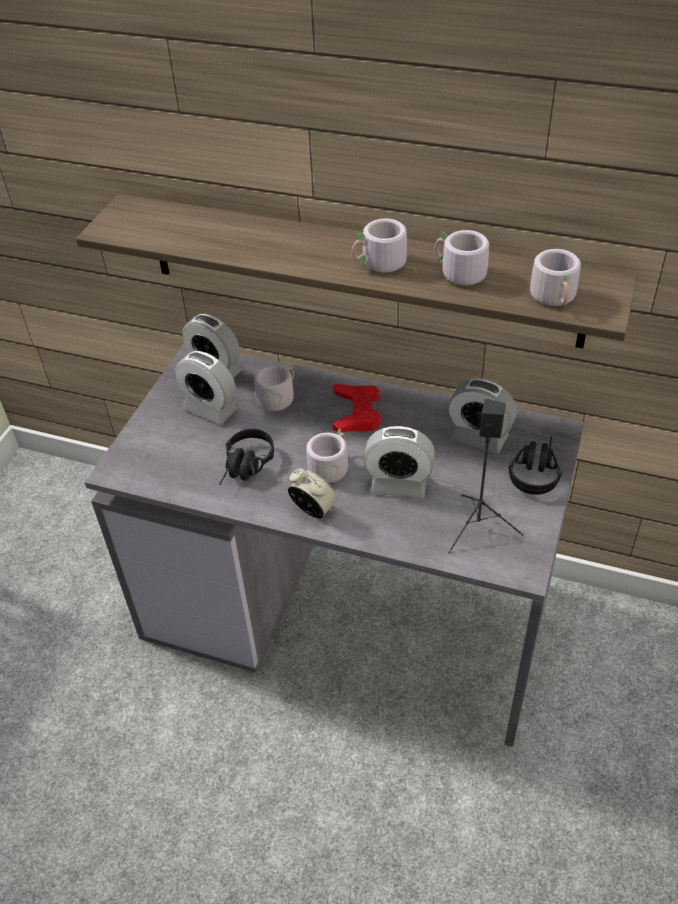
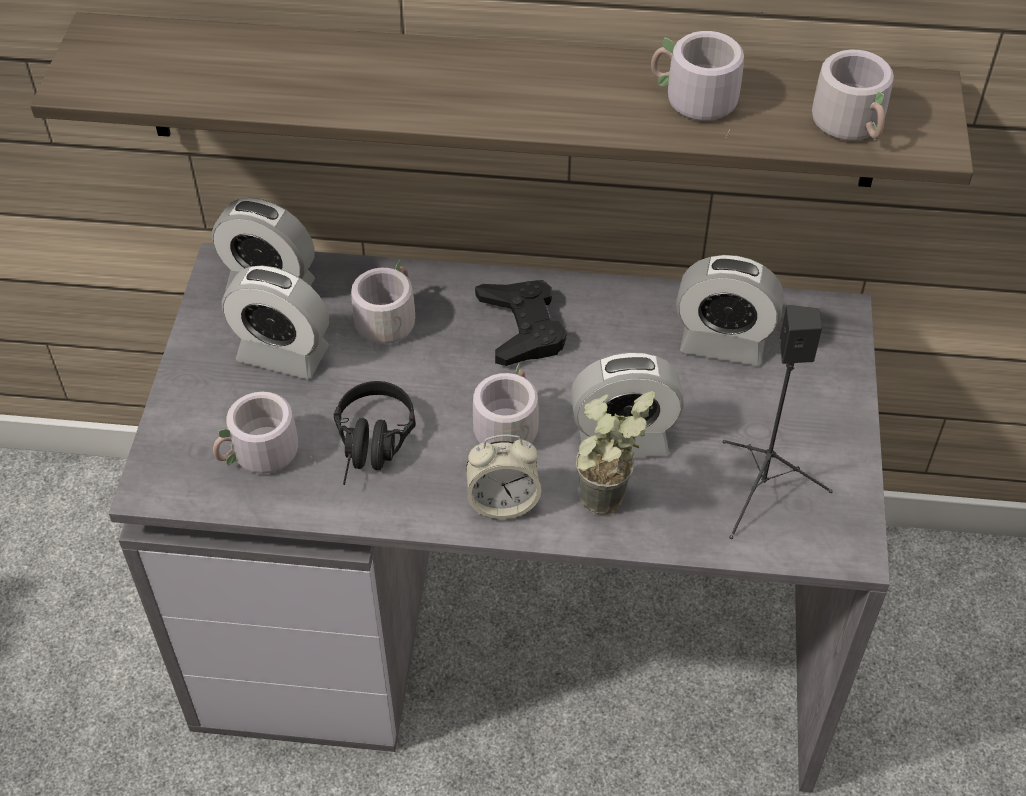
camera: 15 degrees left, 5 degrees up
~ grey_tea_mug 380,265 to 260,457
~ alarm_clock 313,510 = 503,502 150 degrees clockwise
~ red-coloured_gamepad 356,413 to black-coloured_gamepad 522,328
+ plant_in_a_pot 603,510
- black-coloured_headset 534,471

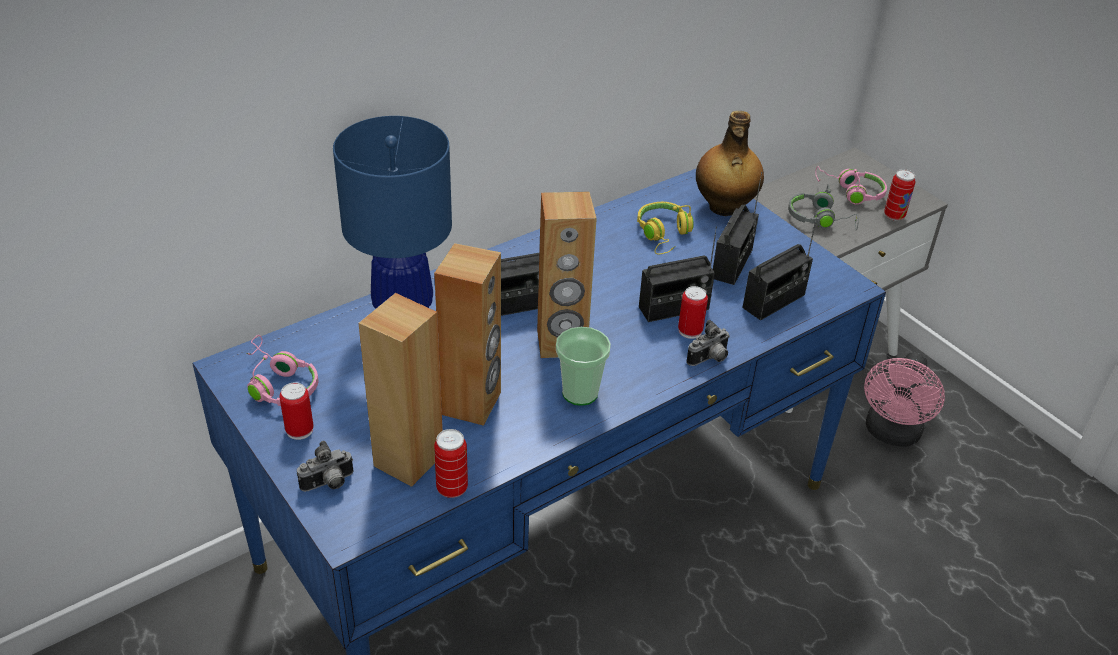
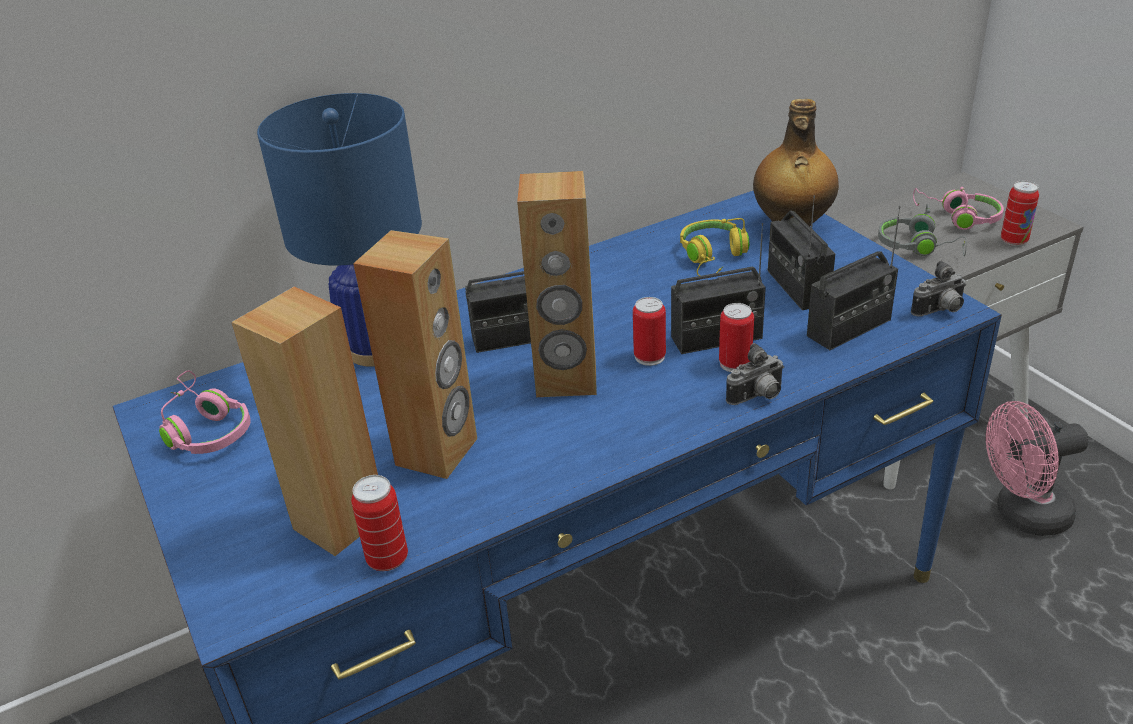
camera: 10 degrees right, 5 degrees down
~ metal_can 299,430 to 649,356
~ radio 732,264 = 797,287 135 degrees clockwise
~ still_camera 329,484 to 940,311
~ pink-coloured_electric_fan 891,434 = 1022,515 45 degrees clockwise
- drinking_cup 580,393

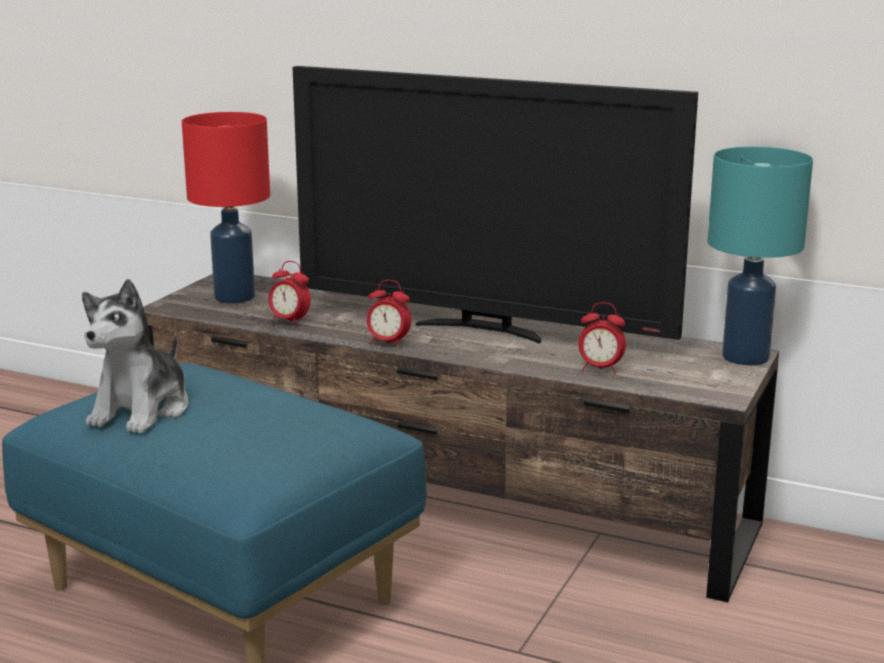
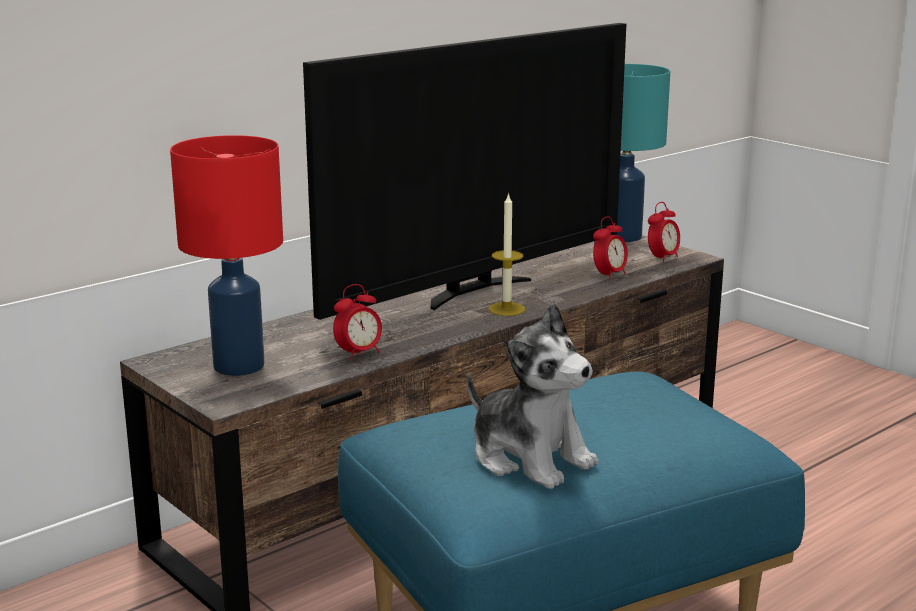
camera: 65 degrees left, 0 degrees up
+ candle 506,309
~ alarm_clock 388,343 to 662,258

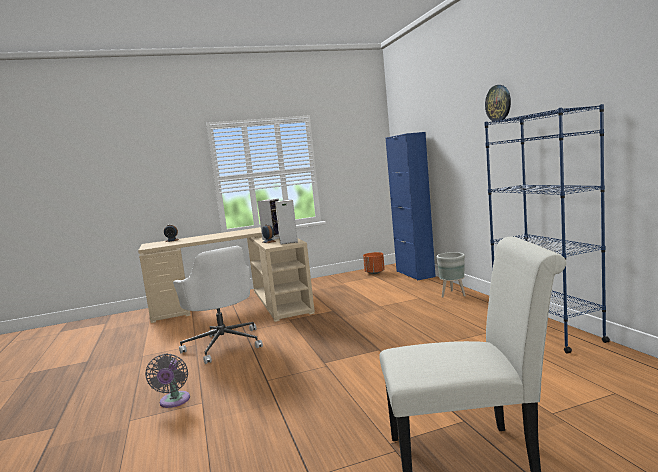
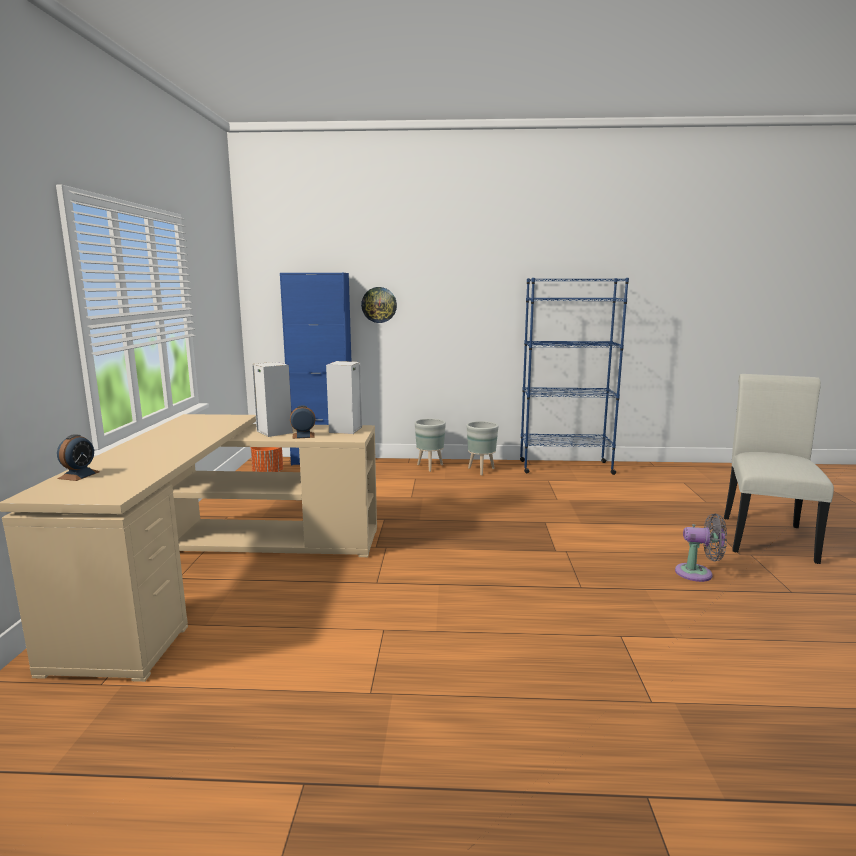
camera: 70 degrees left, 5 degrees up
~ clock_on_the_wall 498,103 to 379,305
+ grey_planter 481,470
~ grey_electric_fan 174,402 to 698,573
- whitish_computer_chair 224,344

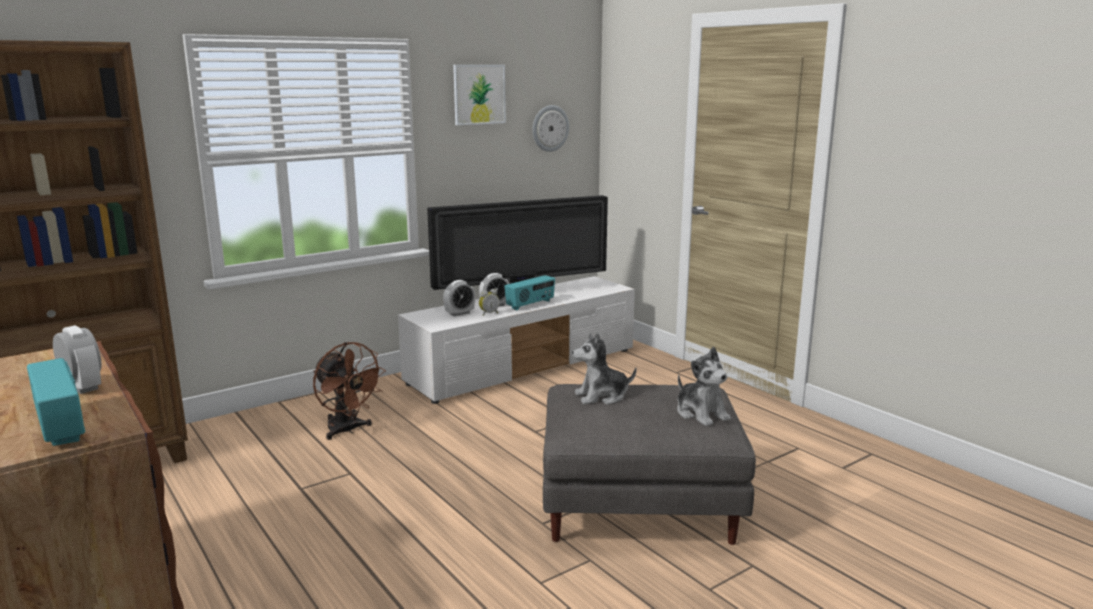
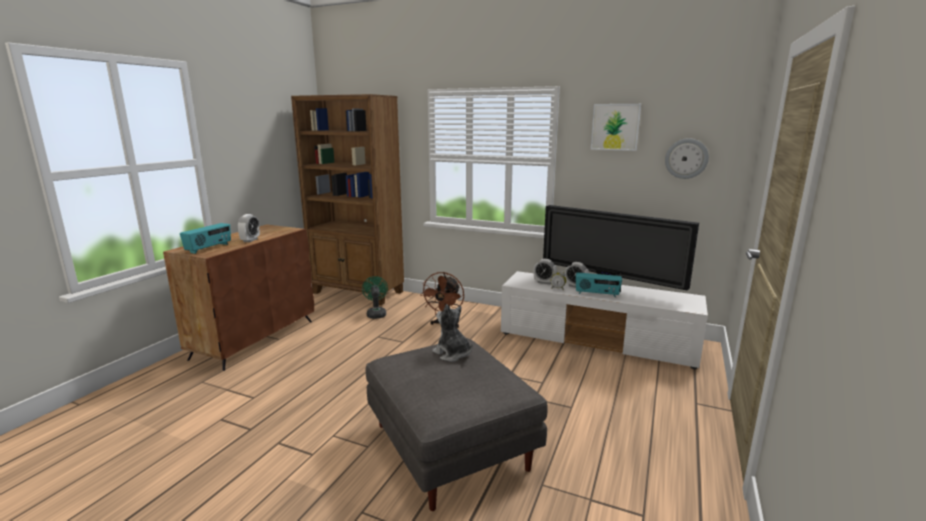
camera: 60 degrees right, 0 degrees up
+ green-coloured_electric_fan 376,314
- soft_toy 701,413

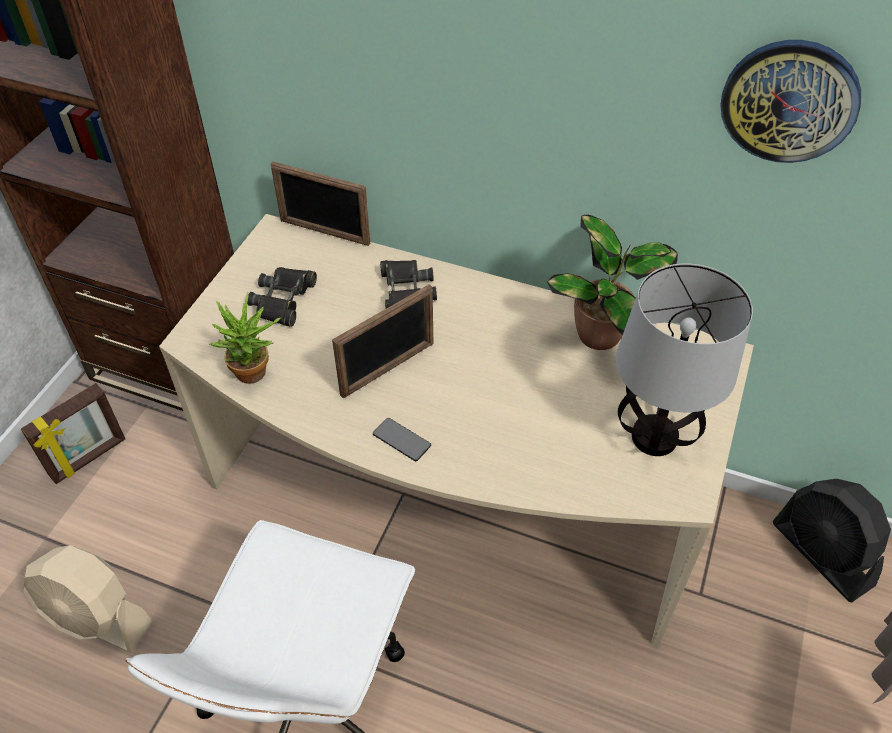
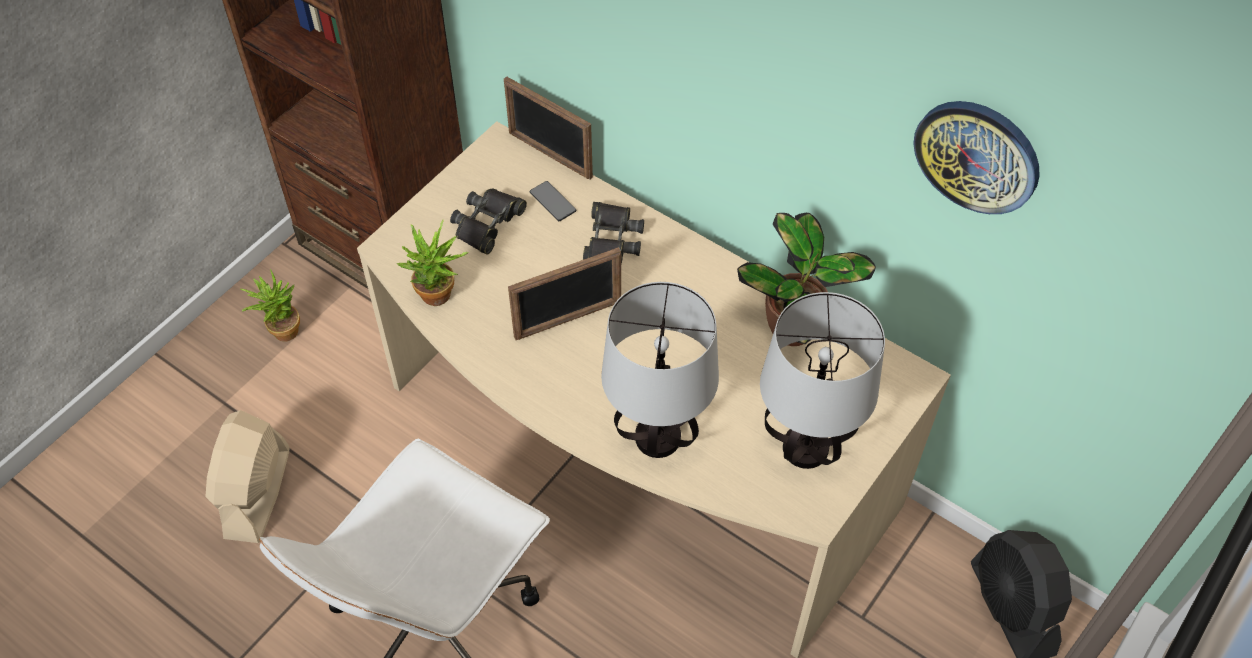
camera: 15 degrees right, 5 degrees up
~ beige-coloured_electric_fan 97,618 = 257,493 60 degrees clockwise
~ standing_frame 89,458 to plant_in_a_pot 281,330
~ handset 401,440 to 552,202
+ tabletop_lamp 656,438

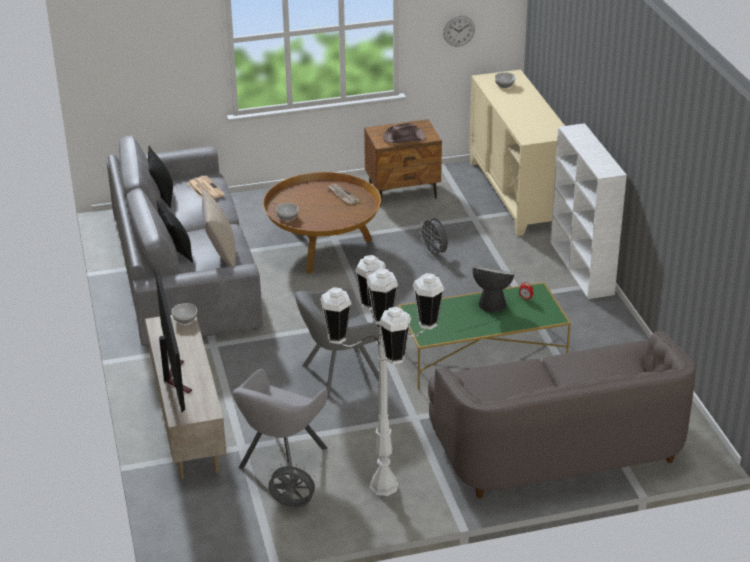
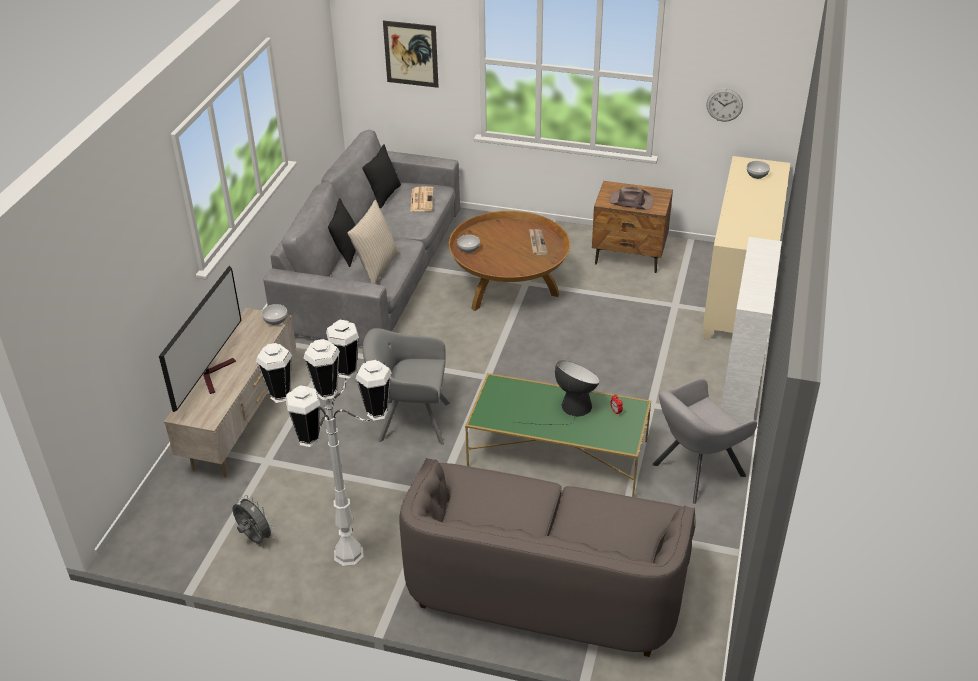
camera: 30 degrees right, 5 degrees up
+ picture 411,54
~ grey_easy_chair 281,460 to 695,472
- grey_electric_fan 434,253

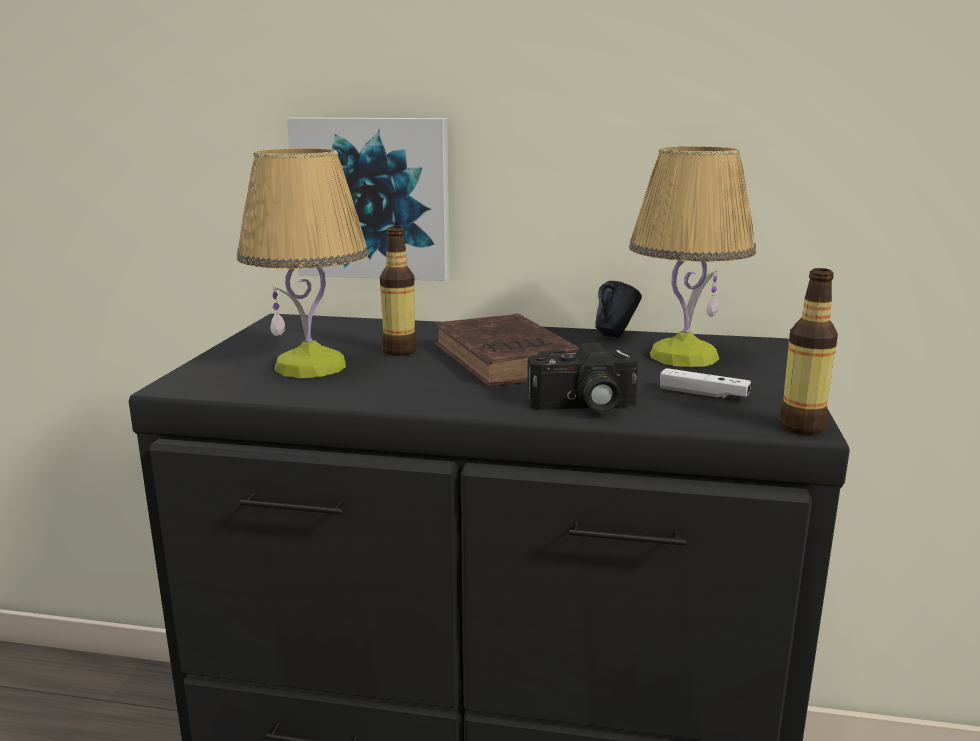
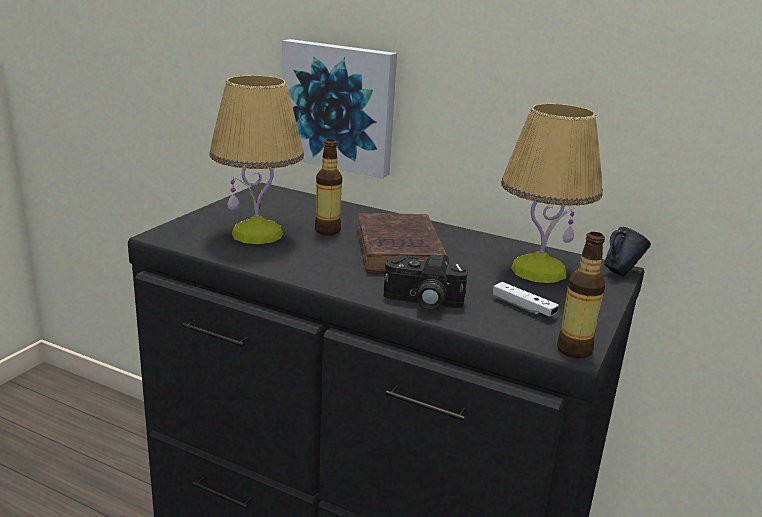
camera: 15 degrees right, 5 degrees up
~ blue-coloured_tea_mug 613,334 to 620,272

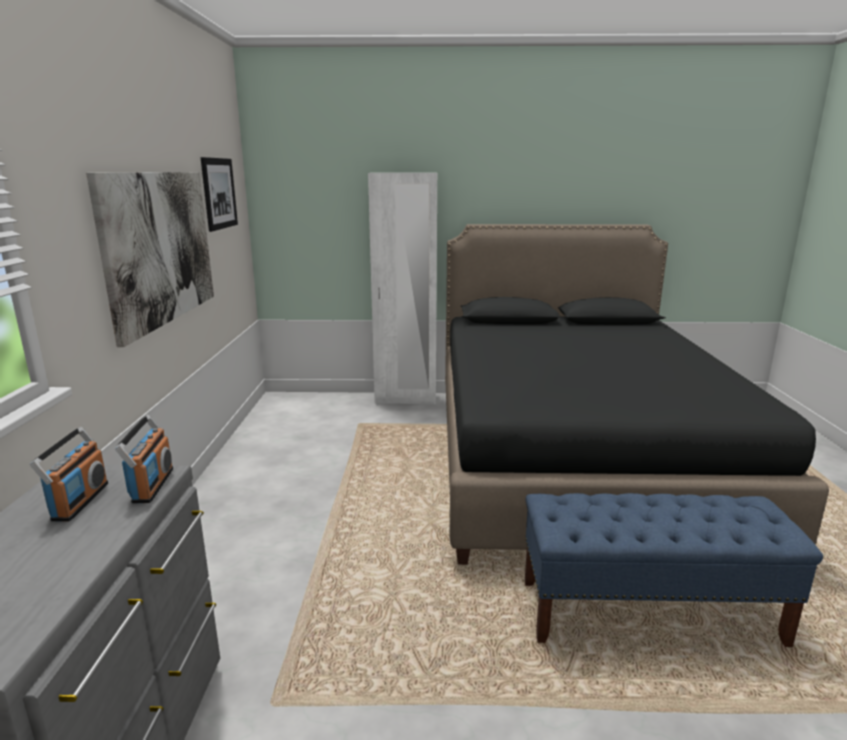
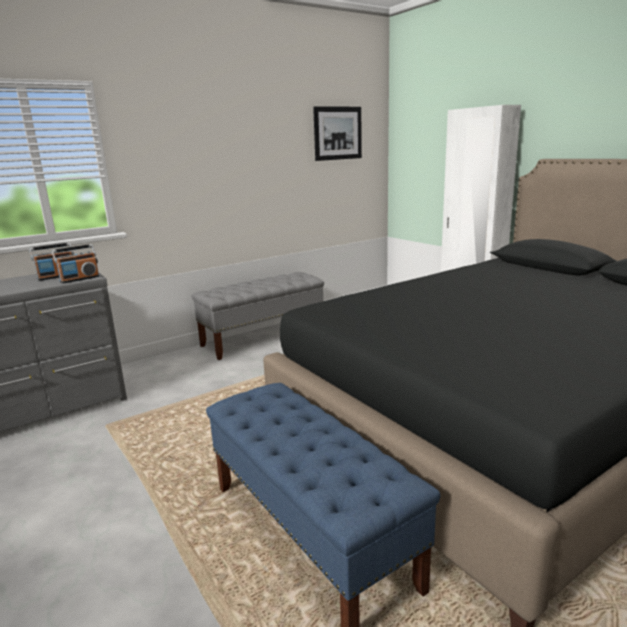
camera: 55 degrees right, 0 degrees up
+ grey_indoor_bench 263,337
- picture 160,247

